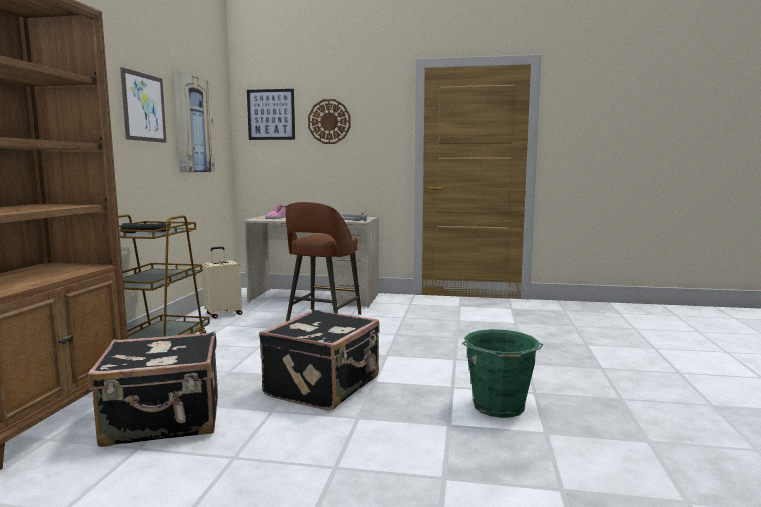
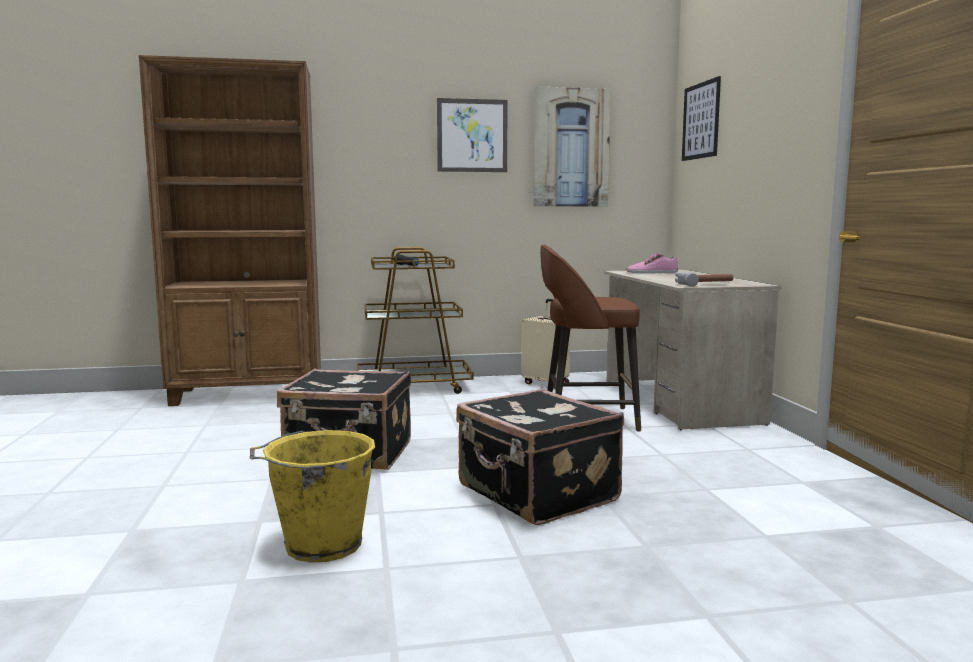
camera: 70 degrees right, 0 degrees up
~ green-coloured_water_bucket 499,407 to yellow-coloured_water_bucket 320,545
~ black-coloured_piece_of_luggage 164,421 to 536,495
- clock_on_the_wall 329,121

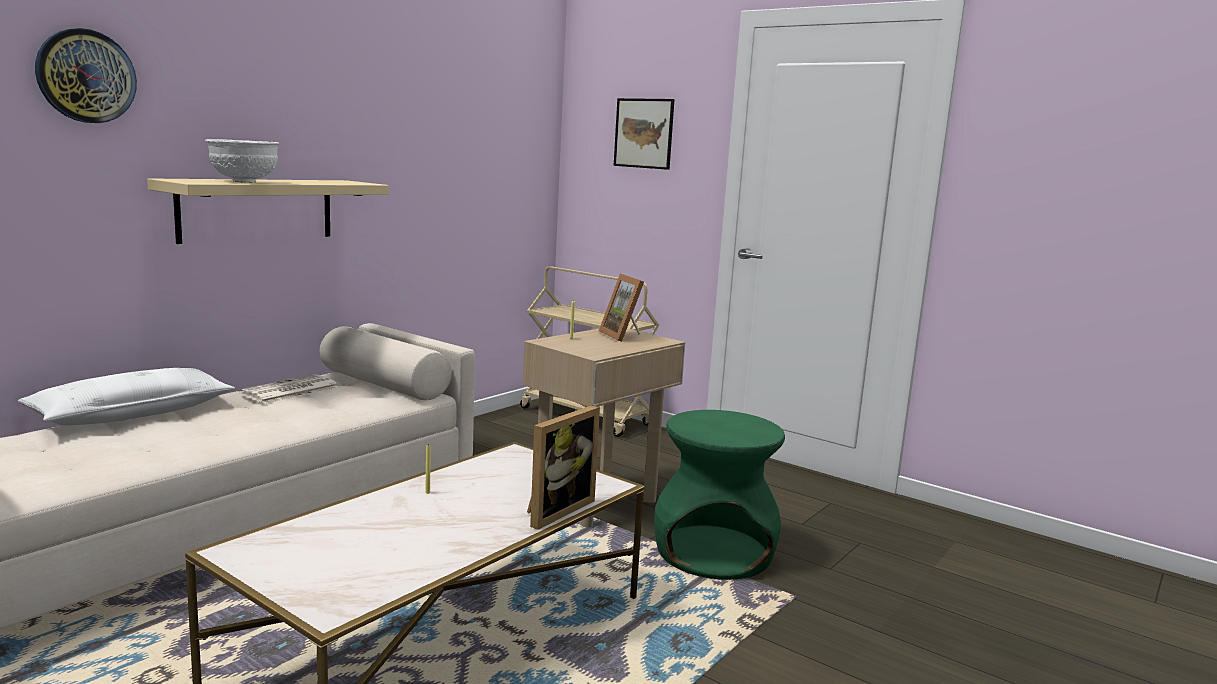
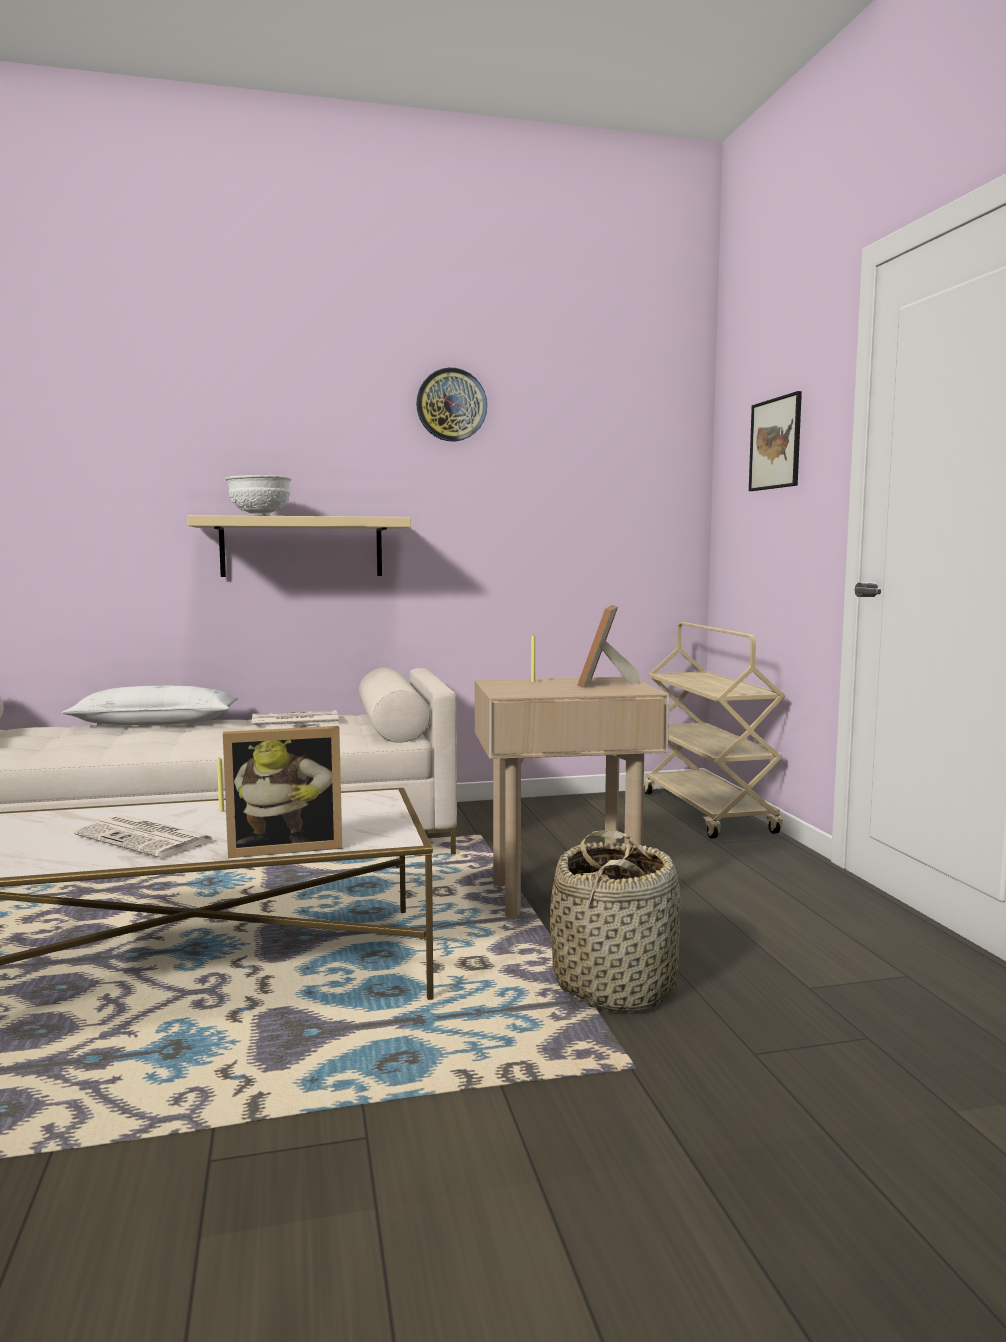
camera: 40 degrees right, 5 degrees down
+ daily_paper 147,838
~ clock_on_the_wall 86,76 to 451,405
~ green-coloured_sitting_stool 714,553 to household_basket 615,984

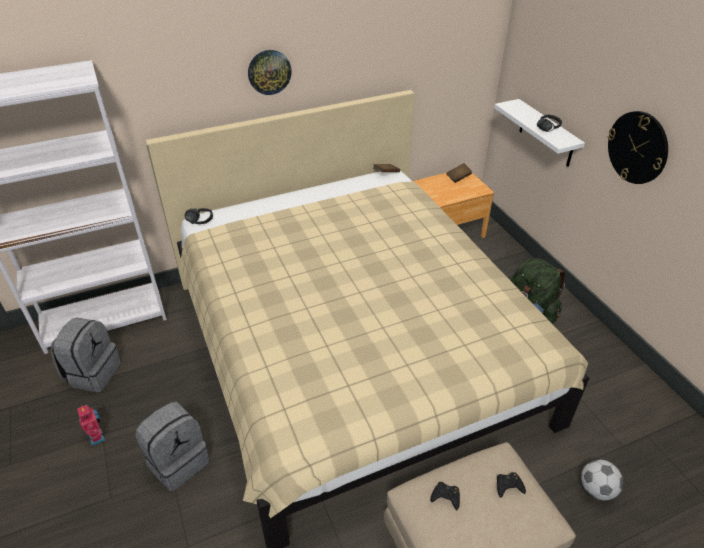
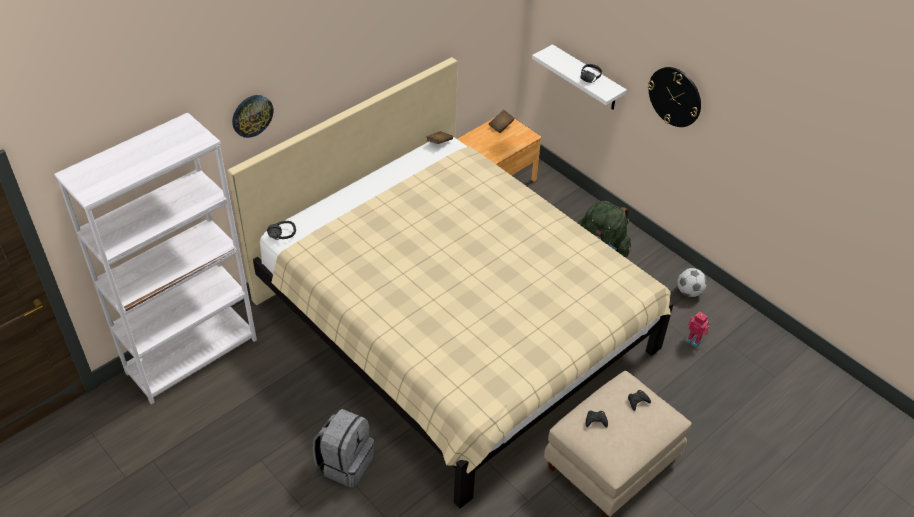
camera: 20 degrees left, 5 degrees up
~ clock_on_the_wall 269,72 to 252,115
~ football 596,489 to 689,292
~ model_robot 98,437 to 694,340
- grey_backpack 93,373

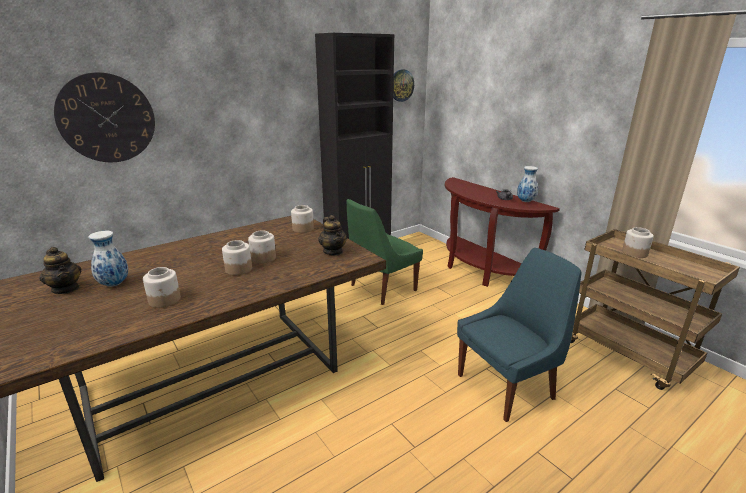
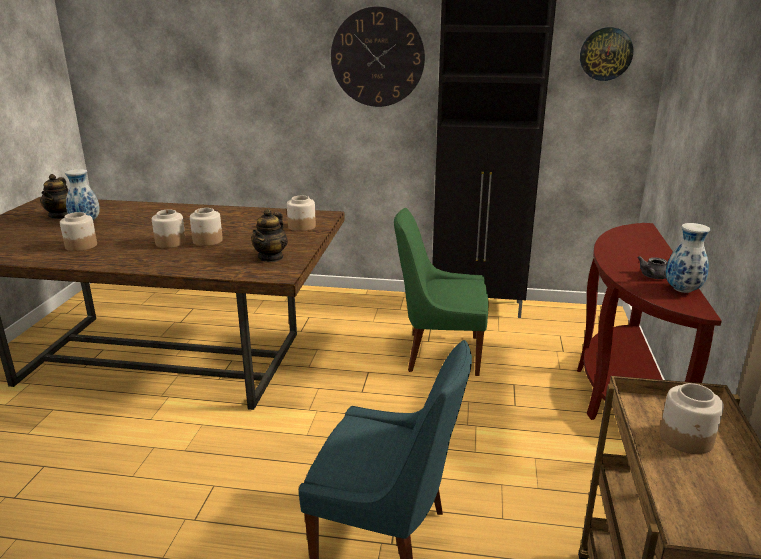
camera: 45 degrees right, 0 degrees up
~ clock_on_the_wall 107,118 to 377,57

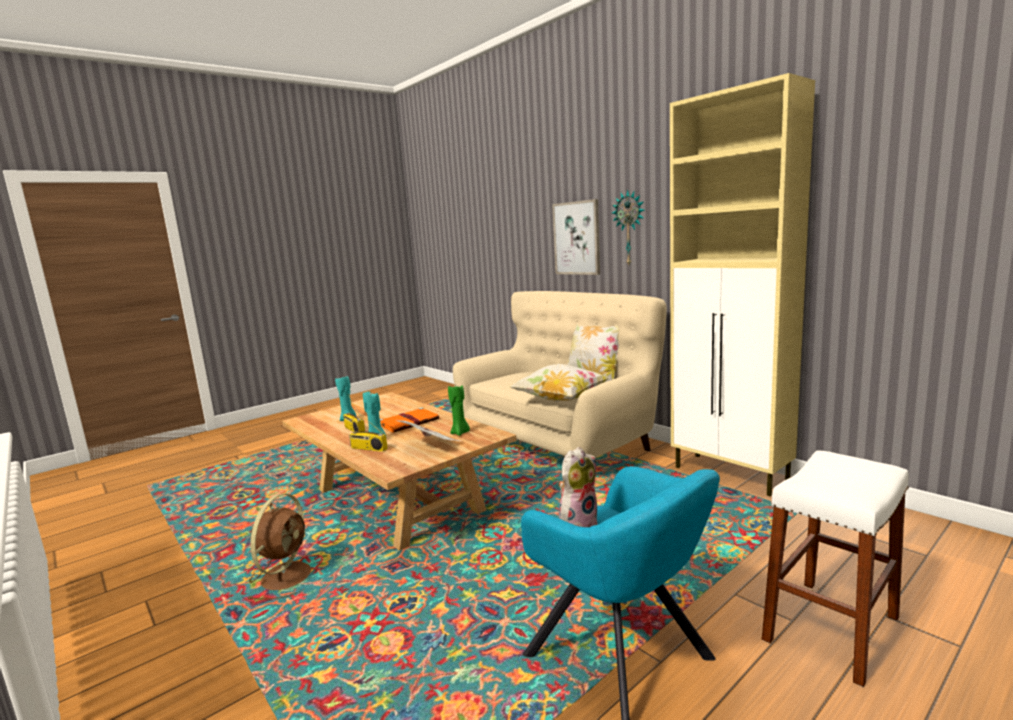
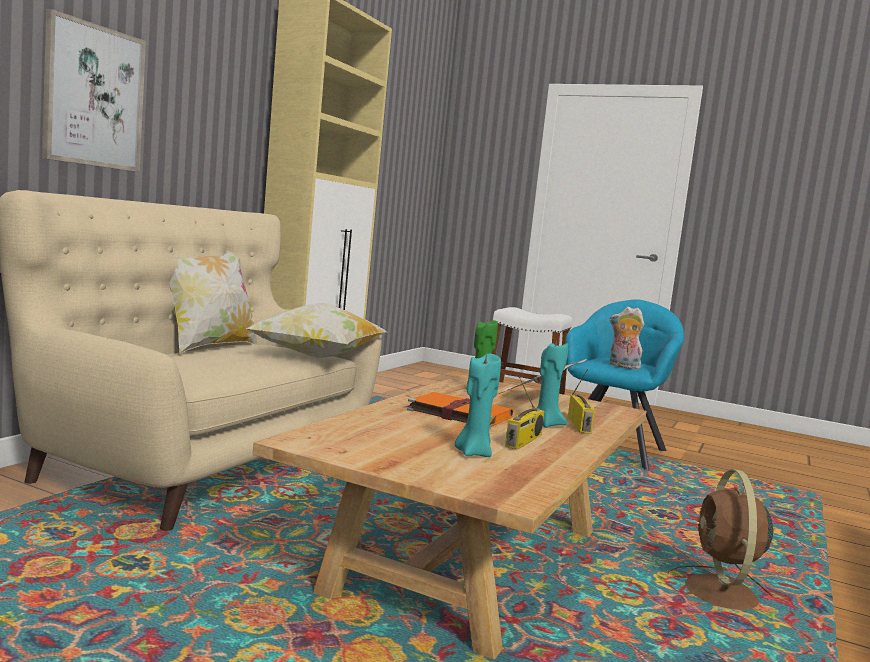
camera: 115 degrees left, 5 degrees down
~ brownish_electric_fan 288,575 = 722,595 75 degrees counterclockwise
- clock_on_the_wall 630,228

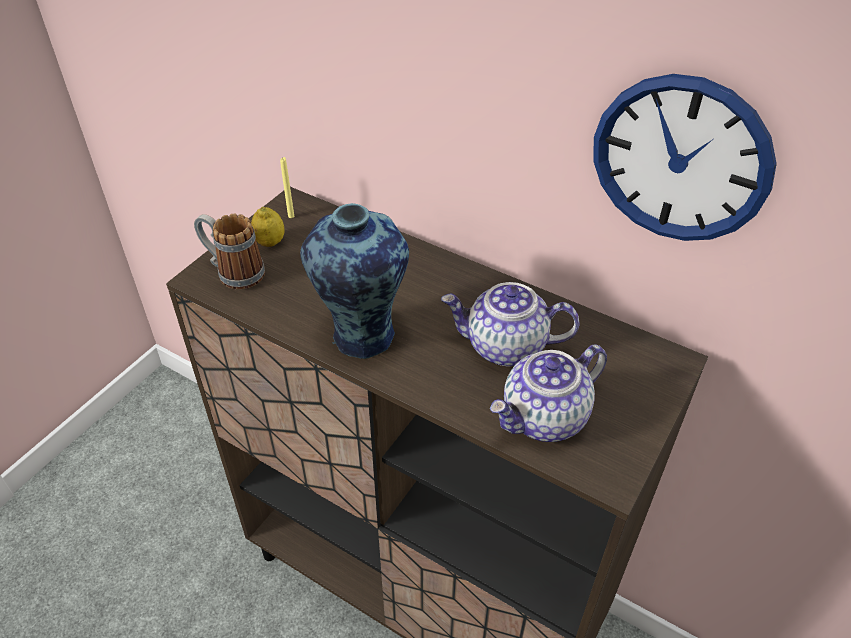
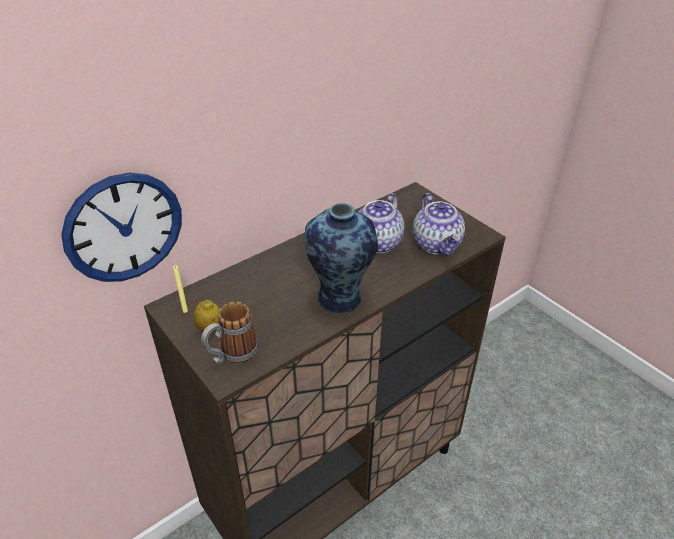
camera: 70 degrees left, 5 degrees down
~ clock_on_the_wall 680,160 to 124,228

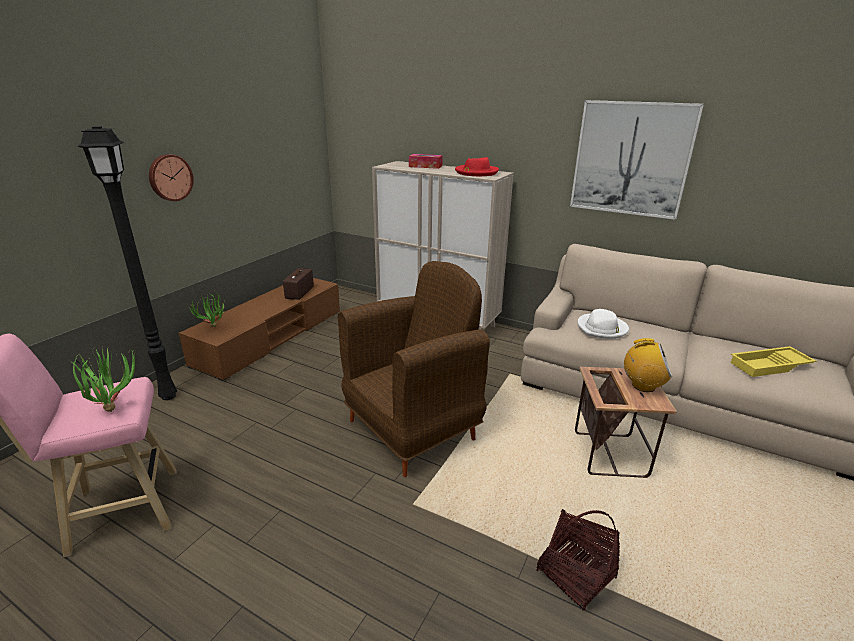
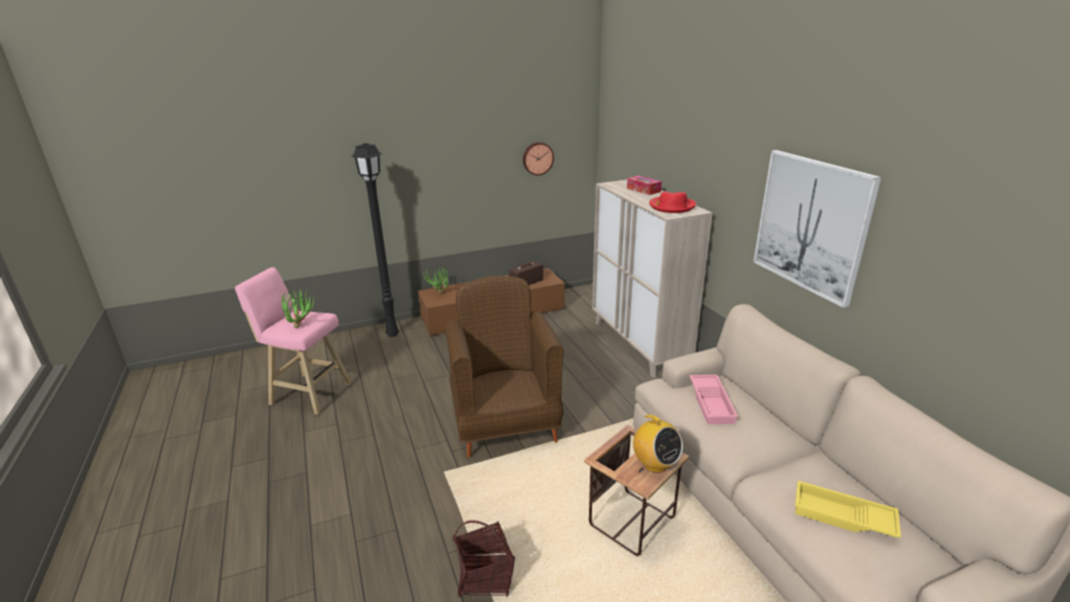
camera: 40 degrees right, 0 degrees up
~ brownish_easy_chair 413,429 = 505,424 105 degrees counterclockwise
~ clock_on_the_wall 170,177 to 537,158
~ whitish_hat 602,328 to pink-coloured_tray 712,403

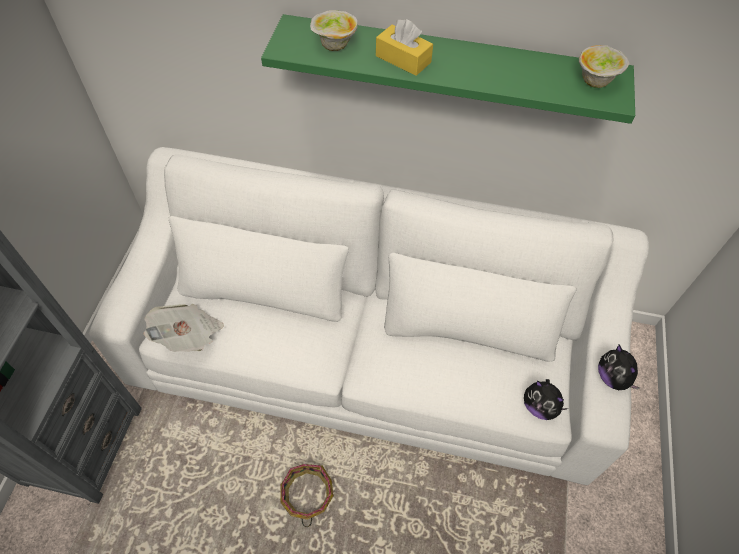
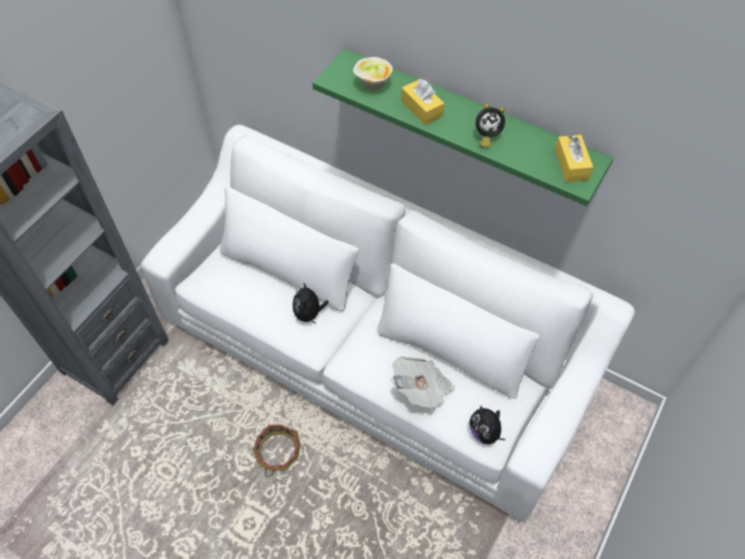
camera: 20 degrees right, 0 degrees up
~ soft_toy 612,377 to 309,314
~ daily_paper 189,335 to 422,389
+ alarm_clock 486,136
~ serving_bowl 596,82 to yellow-coloured_box_of_tissues 571,165

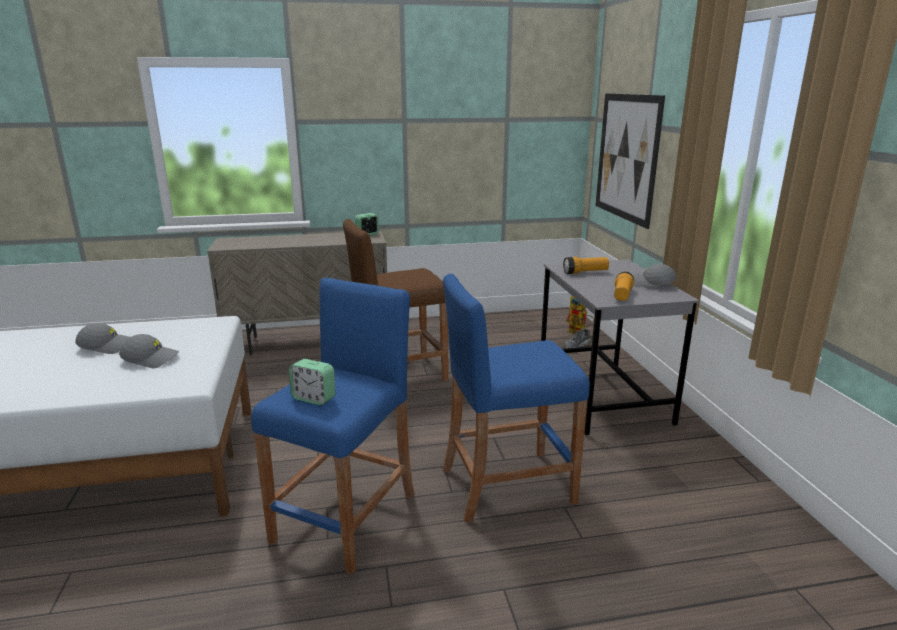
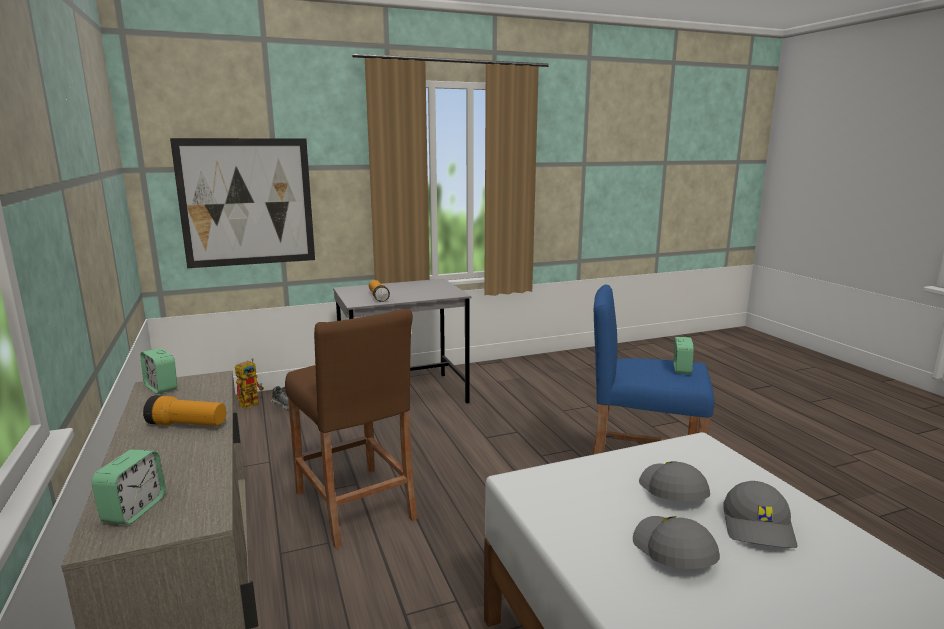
camera: 100 degrees left, 5 degrees down
+ alarm_clock 134,510
~ torch 622,295 to 187,425
~ grey_baseball_cap 651,284 to 759,527
- blue-coloured_sitting_stool 507,485

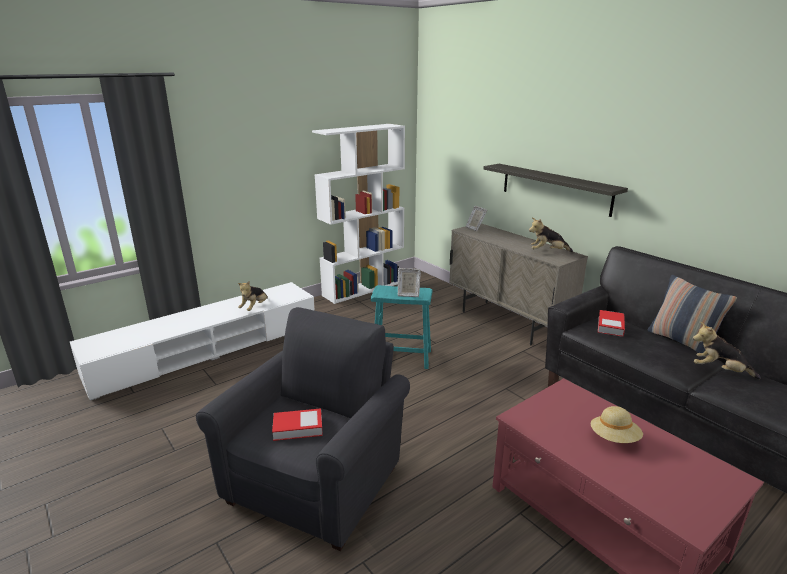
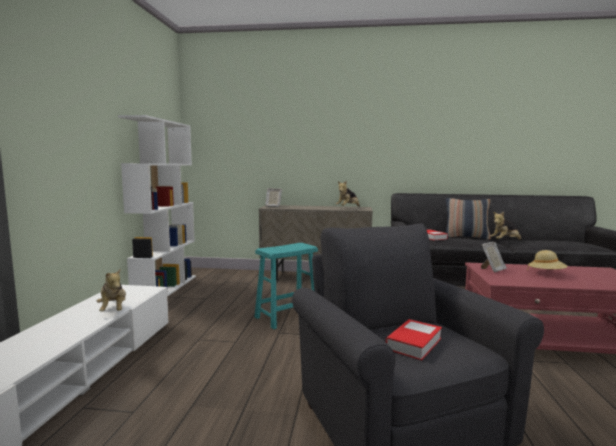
camera: 45 degrees left, 15 degrees down
~ standing_frame 408,294 to 492,270
- wall_shelf 555,188

